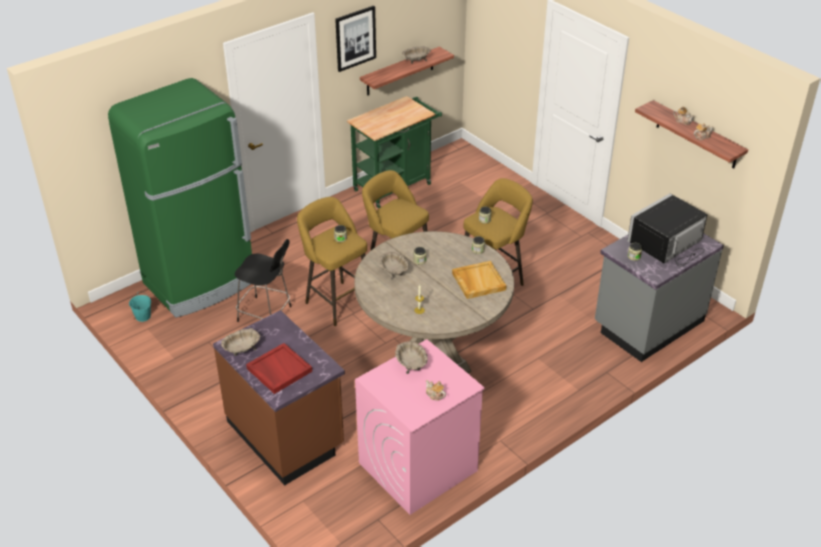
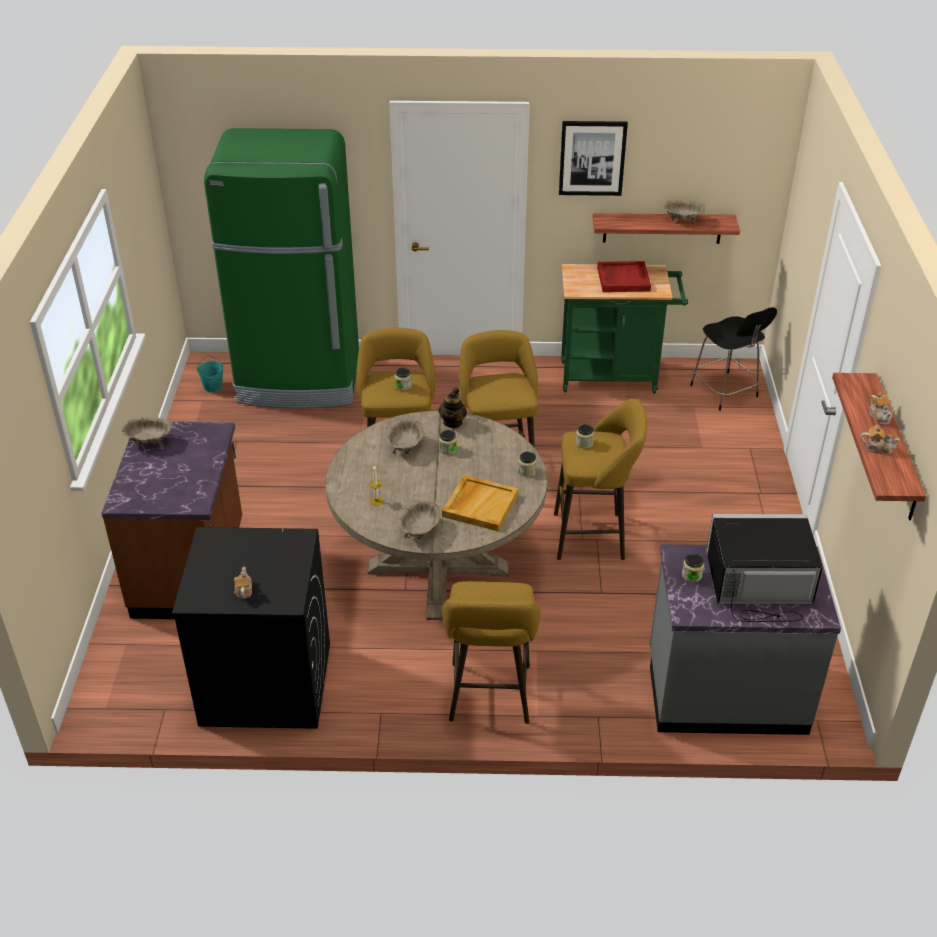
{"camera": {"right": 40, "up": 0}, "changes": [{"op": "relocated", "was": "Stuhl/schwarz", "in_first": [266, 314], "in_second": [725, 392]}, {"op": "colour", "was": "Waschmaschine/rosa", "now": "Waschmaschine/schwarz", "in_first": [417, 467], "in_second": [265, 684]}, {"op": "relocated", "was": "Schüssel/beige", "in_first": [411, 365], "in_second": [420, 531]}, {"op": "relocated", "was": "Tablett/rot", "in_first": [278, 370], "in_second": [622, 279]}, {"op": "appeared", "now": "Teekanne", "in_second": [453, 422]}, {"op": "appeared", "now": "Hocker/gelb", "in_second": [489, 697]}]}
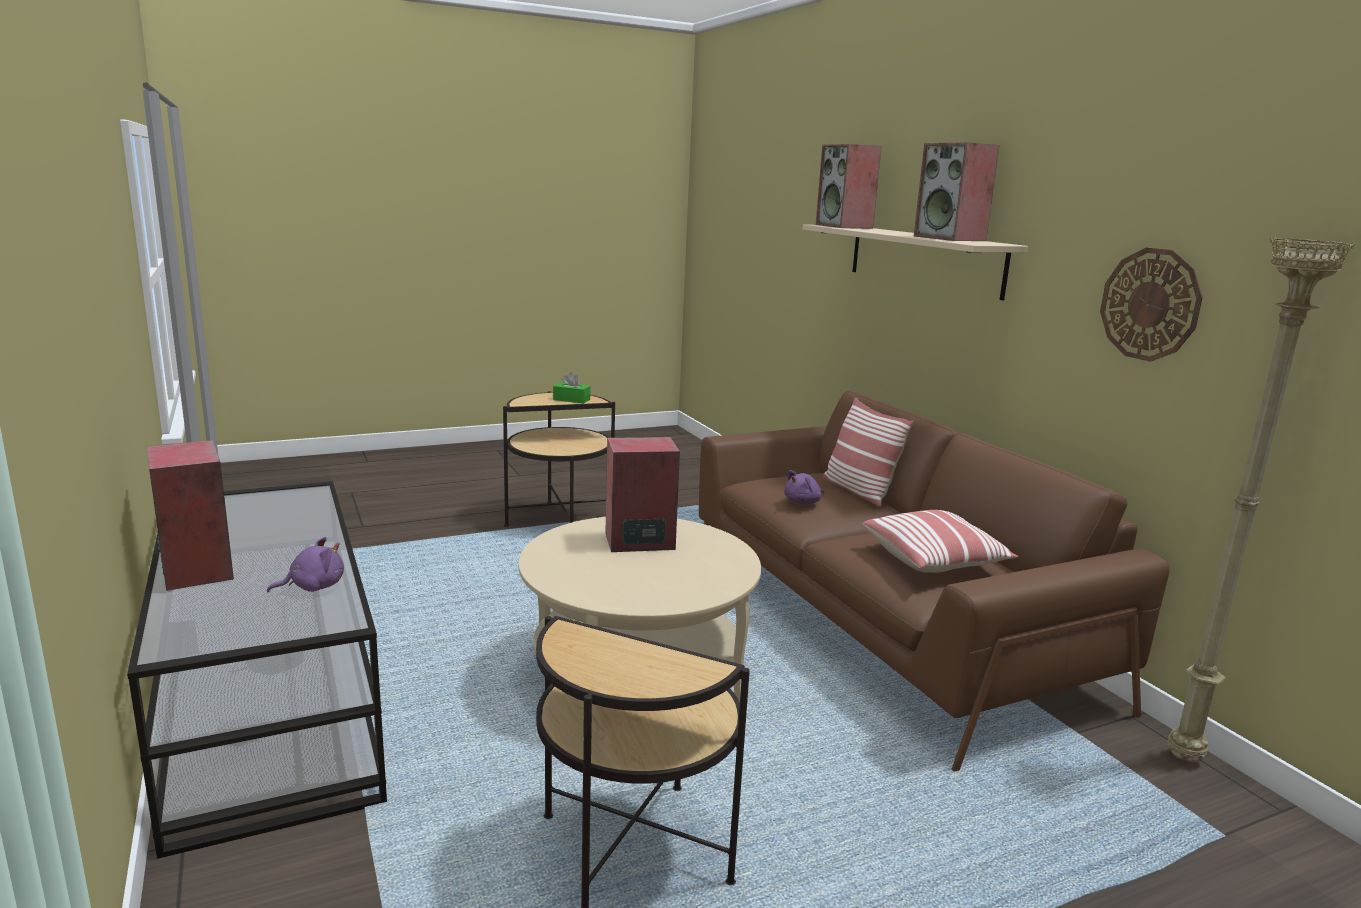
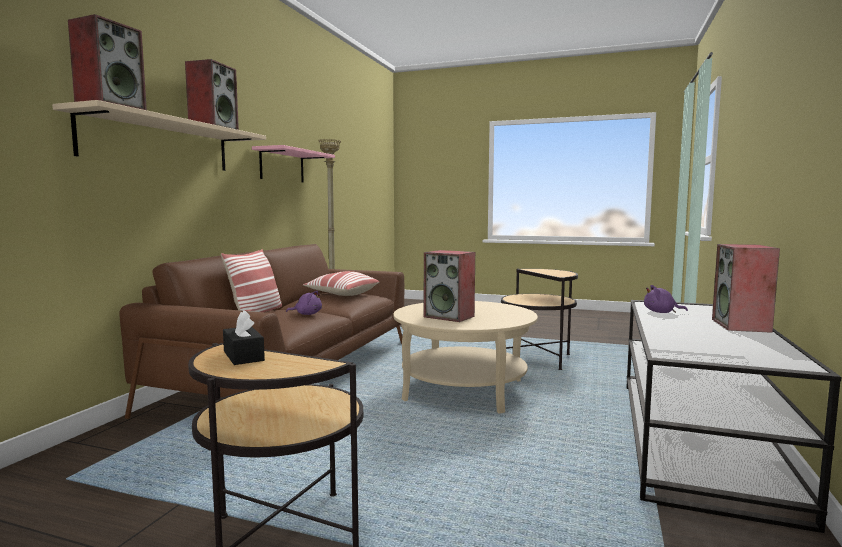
{"camera": {"right": -135, "up": -10}, "changes": [{"op": "exchanged", "was": "Wanduhr", "now": "Wandregal/rosa", "in_first": [1150, 304], "in_second": [282, 166]}, {"op": "colour", "was": "Taschentuchbox/grün", "now": "Taschentuchbox/schwarz", "in_first": [571, 399], "in_second": [243, 356]}]}
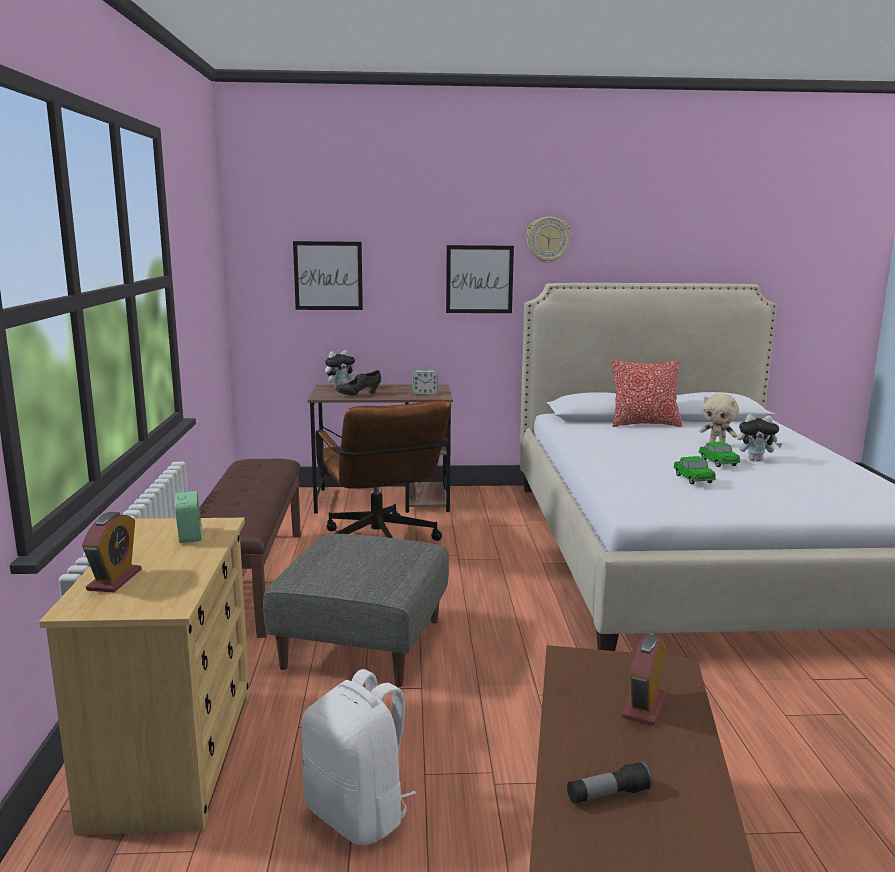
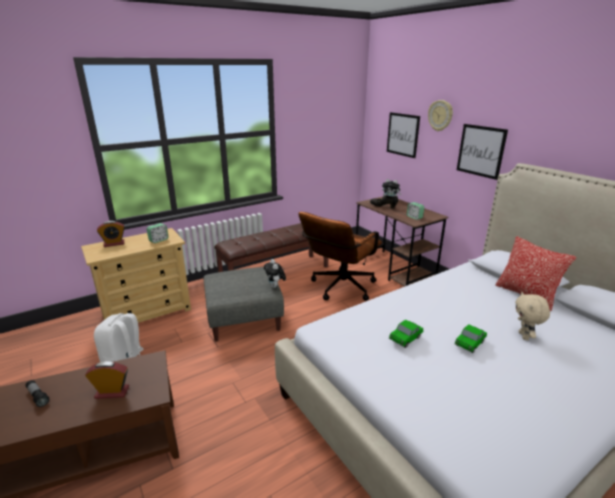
{"camera": {"right": 60, "up": 10}, "changes": [{"op": "relocated", "was": "Wanduhr", "in_first": [548, 240], "in_second": [440, 115]}, {"op": "relocated", "was": "Plüschtier", "in_first": [755, 460], "in_second": [275, 286]}]}
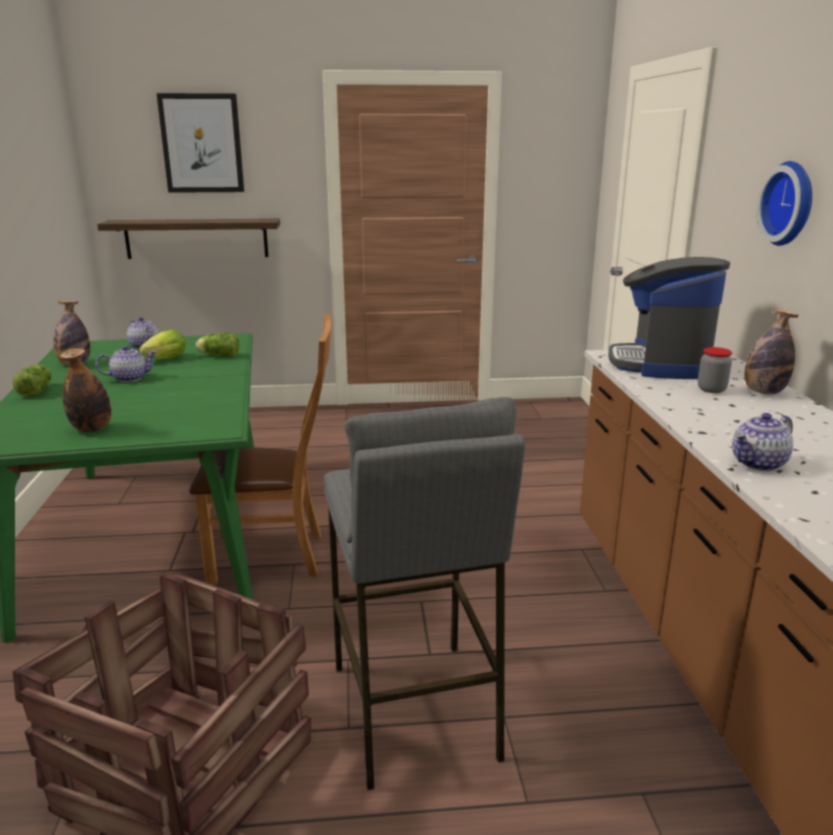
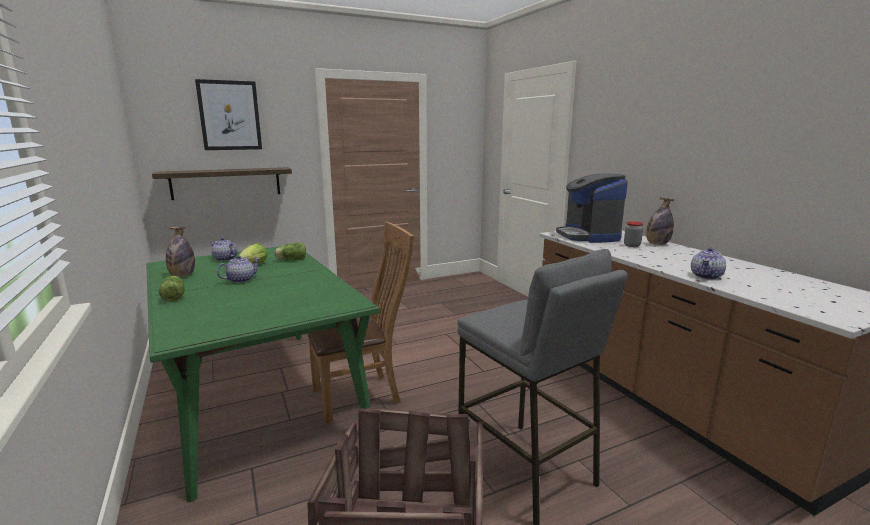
{"camera": {"right": -20, "up": -5}, "changes": [{"op": "missing", "was": "Wanduhr", "in_first": [791, 203]}, {"op": "missing", "was": "Flasche", "in_first": [92, 429]}]}
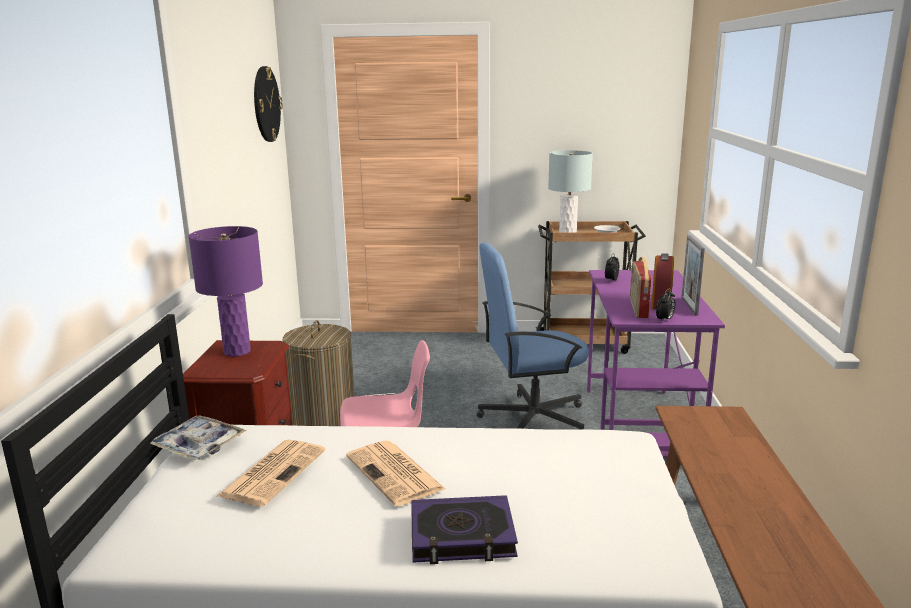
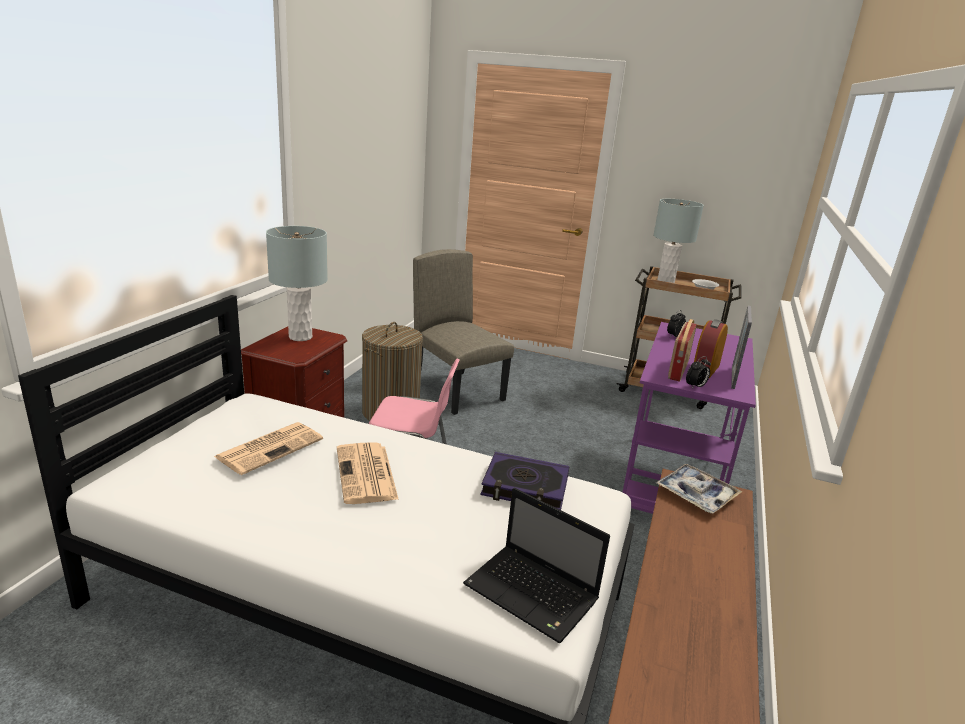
{"camera": {"right": 15, "up": 5}, "changes": [{"op": "missing", "was": "Wanduhr", "in_first": [266, 104]}, {"op": "colour", "was": "Tischlampe/lila", "now": "Tischlampe/grau", "in_first": [237, 351], "in_second": [301, 337]}, {"op": "missing", "was": "Bürostuhl/blau", "in_first": [532, 419]}, {"op": "relocated", "was": "Tablett", "in_first": [198, 445], "in_second": [696, 494]}, {"op": "relocated", "was": "Buch", "in_first": [462, 536], "in_second": [525, 487]}, {"op": "appeared", "now": "Stuhl/beige", "in_second": [458, 392]}, {"op": "appeared", "now": "Laptop", "in_second": [533, 594]}]}
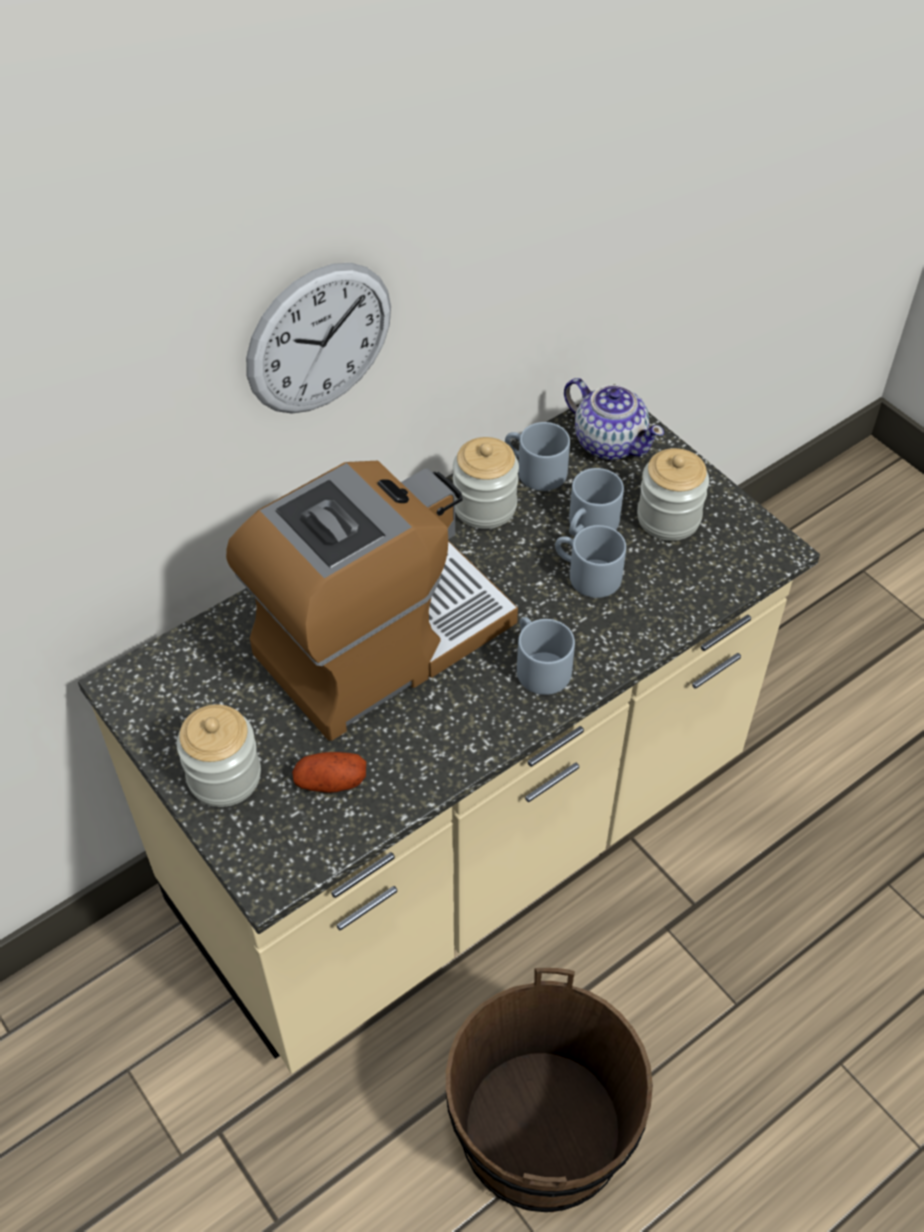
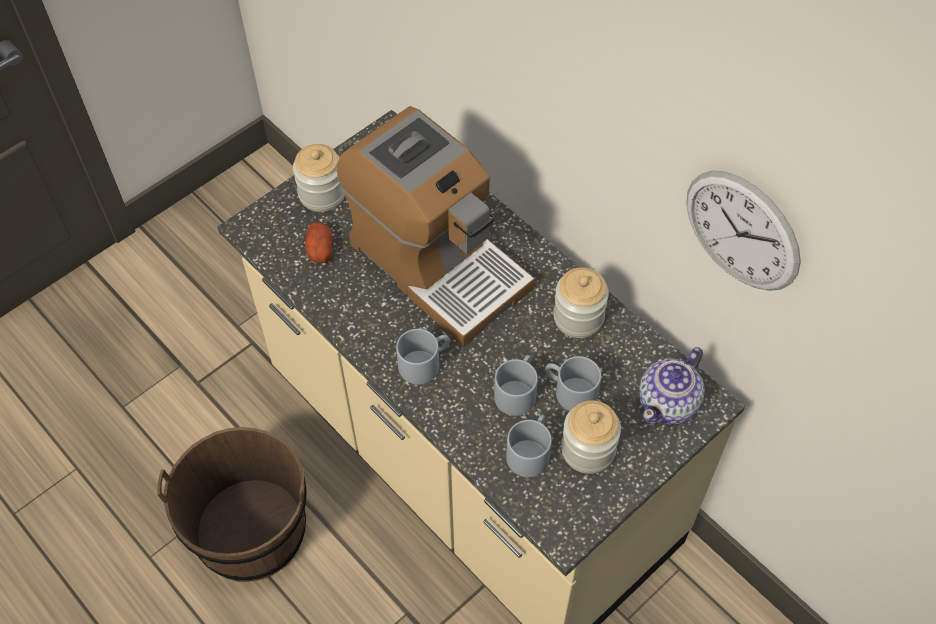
{"camera": {"right": 85, "up": 5}, "changes": [{"op": "relocated", "was": "Wanduhr", "in_first": [319, 339], "in_second": [742, 231]}, {"op": "relocated", "was": "Henkelbecher/grau", "in_first": [534, 470], "in_second": [530, 451]}]}
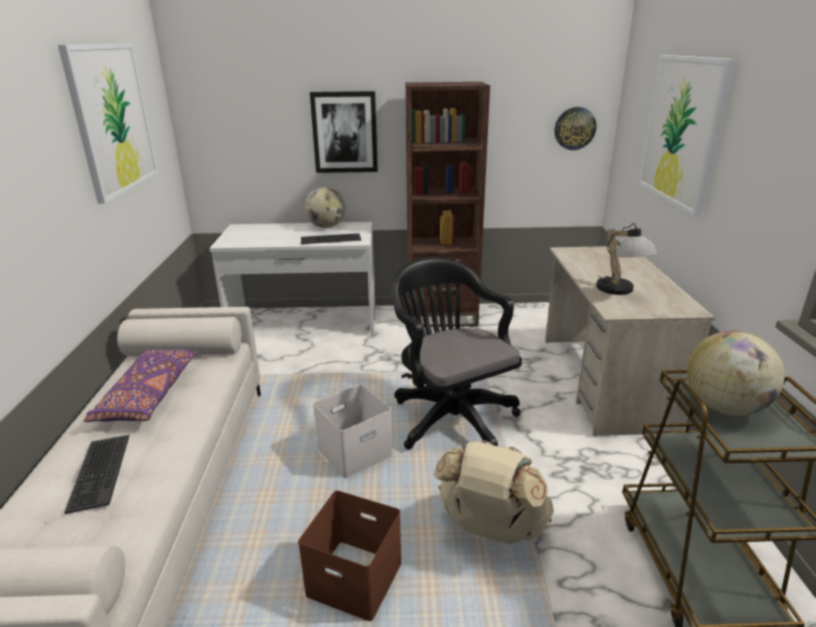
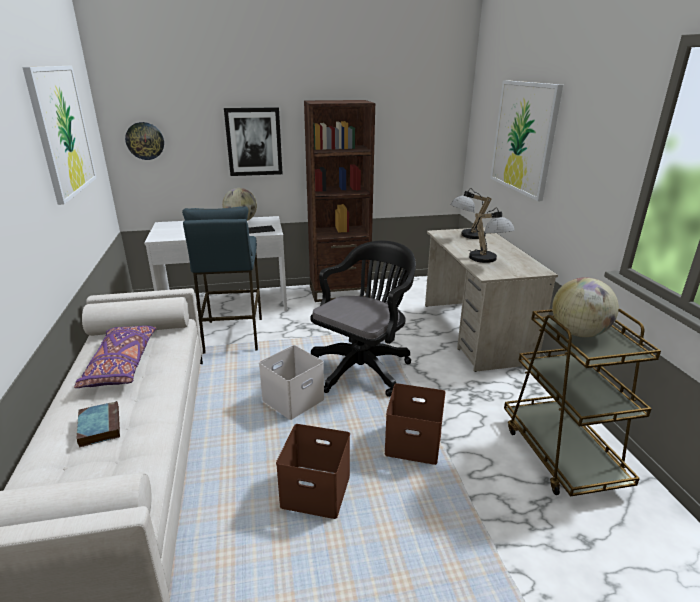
{"camera": {"right": -10, "up": 0}, "changes": [{"op": "relocated", "was": "Wanduhr", "in_first": [574, 128], "in_second": [145, 141]}, {"op": "spun", "was": "Bürostuhl/schwarz", "in_first": [450, 416], "in_second": [363, 367], "clockwise": 75}, {"op": "exchanged", "was": "Tastatur", "now": "Buch", "in_first": [98, 472], "in_second": [99, 426]}, {"op": "exchanged", "was": "Rucksack/beige", "now": "Aufbewahrungsbox/braun", "in_first": [491, 528], "in_second": [412, 444]}, {"op": "appeared", "now": "Tischlampe", "in_second": [467, 236]}, {"op": "appeared", "now": "Hocker/blau", "in_second": [232, 335]}]}
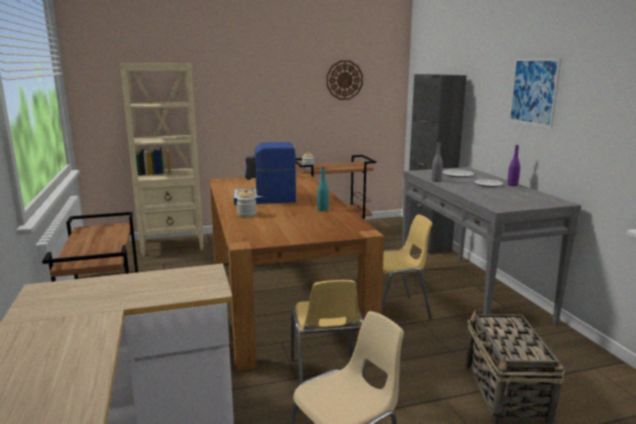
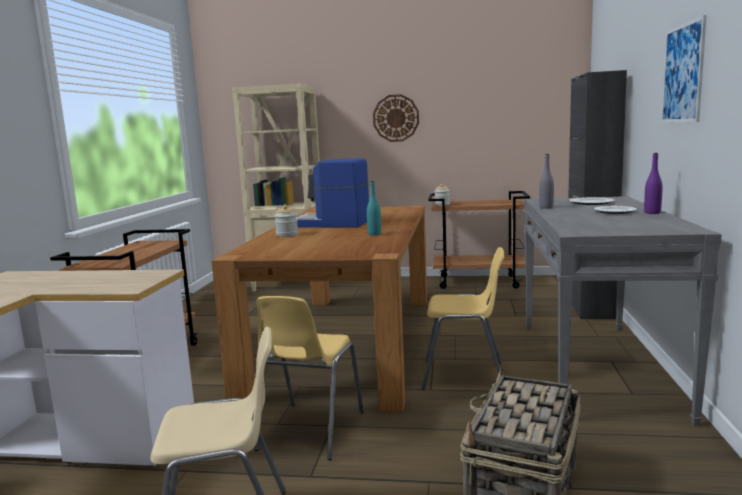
{"camera": {"right": 25, "up": -5}, "changes": [{"op": "relocated", "was": "Wanduhr", "in_first": [344, 80], "in_second": [396, 118]}]}
